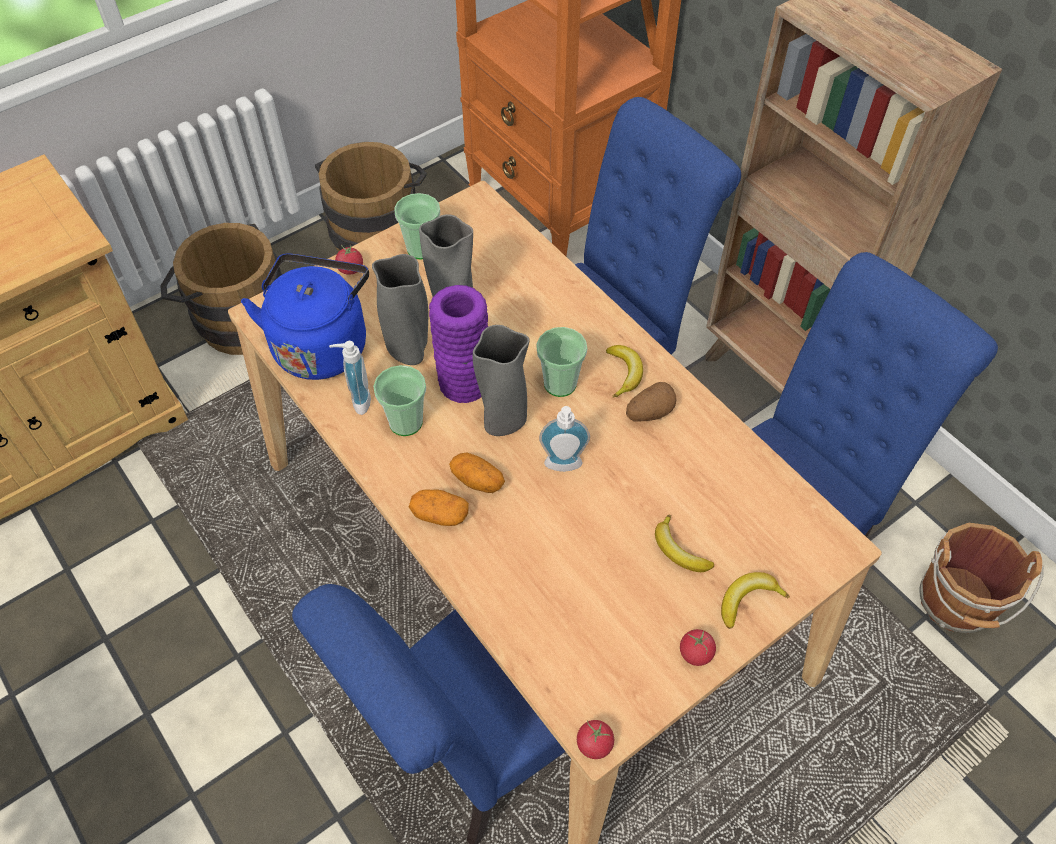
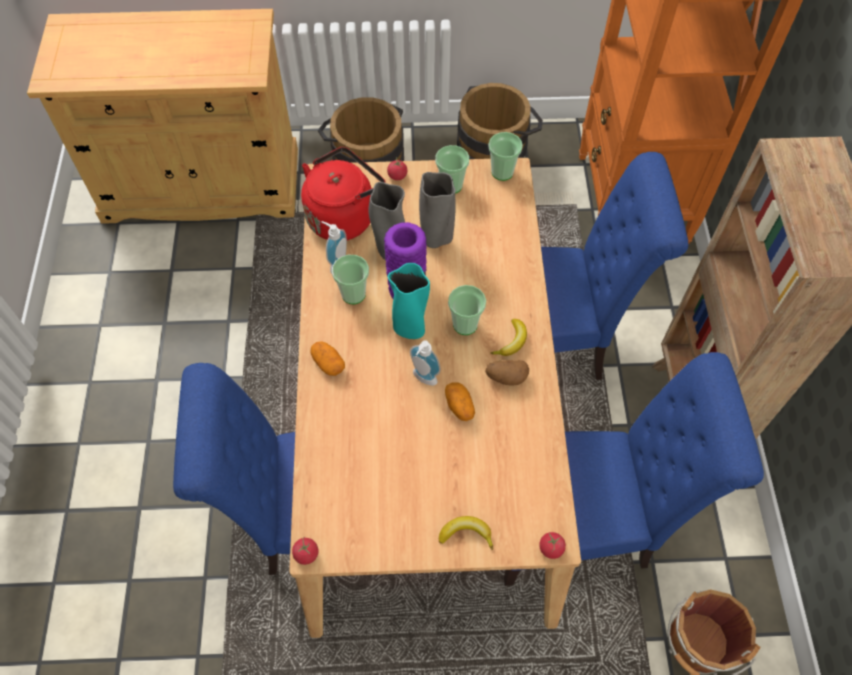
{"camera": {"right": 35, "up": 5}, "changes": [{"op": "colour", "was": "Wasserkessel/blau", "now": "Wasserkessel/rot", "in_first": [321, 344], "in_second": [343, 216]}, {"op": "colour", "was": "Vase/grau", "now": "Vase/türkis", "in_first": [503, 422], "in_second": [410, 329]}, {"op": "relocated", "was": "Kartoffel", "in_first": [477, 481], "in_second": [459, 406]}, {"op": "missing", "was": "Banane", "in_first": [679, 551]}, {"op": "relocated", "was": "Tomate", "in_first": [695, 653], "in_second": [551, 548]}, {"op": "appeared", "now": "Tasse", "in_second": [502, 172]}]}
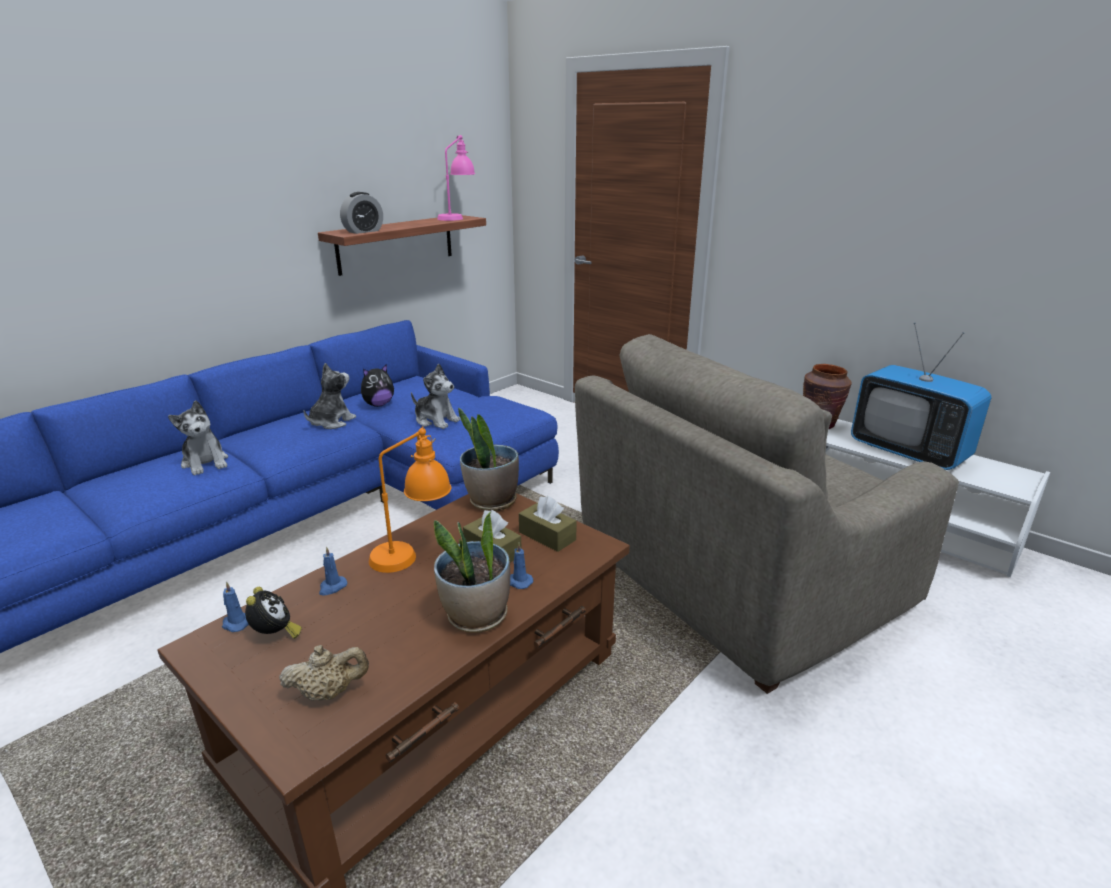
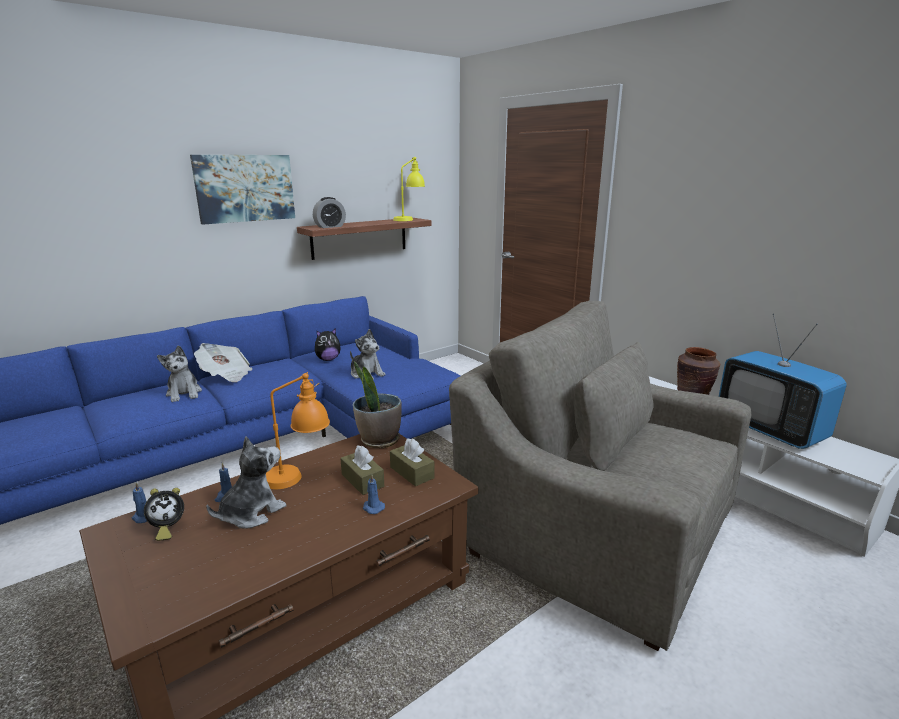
{"camera": {"right": 10, "up": -5}, "changes": [{"op": "colour", "was": "Tischlampe/rosa", "now": "Tischlampe/gelb", "in_first": [457, 217], "in_second": [409, 219]}, {"op": "spun", "was": "Sessel/grau", "in_first": [736, 580], "in_second": [595, 530], "clockwise": 60}, {"op": "relocated", "was": "Plüschtier", "in_first": [331, 422], "in_second": [251, 513]}, {"op": "missing", "was": "Topfpflanze", "in_first": [476, 616]}, {"op": "spun", "was": "Wecker", "in_first": [275, 635], "in_second": [167, 529], "clockwise": 60}, {"op": "missing", "was": "Teekanne/beige", "in_first": [329, 692]}, {"op": "appeared", "now": "Bild", "in_second": [245, 188]}, {"op": "appeared", "now": "Zeitung", "in_second": [225, 375]}]}
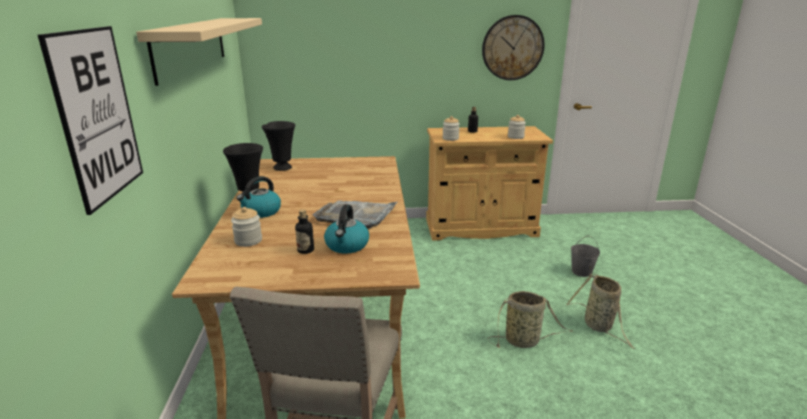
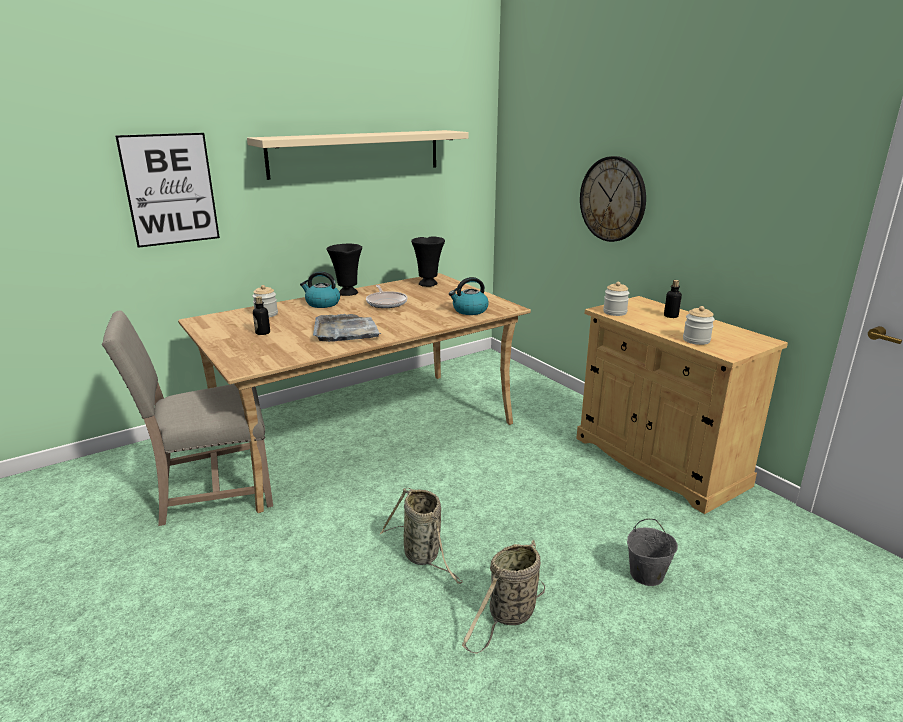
{"camera": {"right": 60, "up": 0}, "changes": [{"op": "relocated", "was": "Wanduhr", "in_first": [512, 48], "in_second": [612, 199]}, {"op": "relocated", "was": "Wasserkessel", "in_first": [347, 246], "in_second": [469, 310]}, {"op": "appeared", "now": "Pfanne", "in_second": [386, 302]}]}
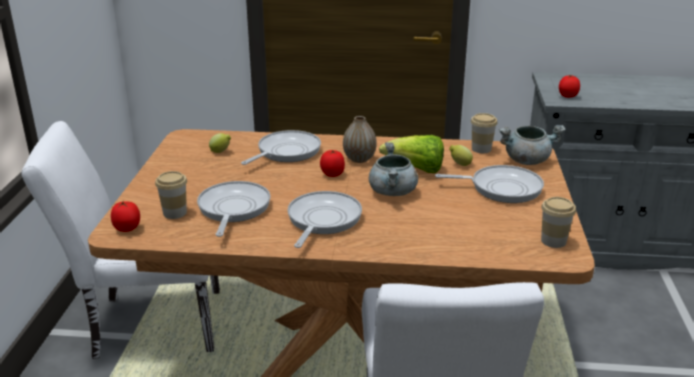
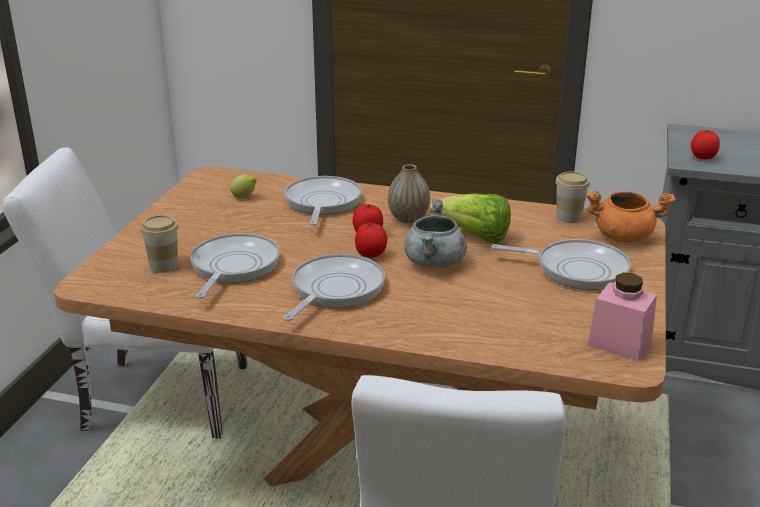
{"camera": {"right": 10, "up": 0}, "changes": [{"op": "colour", "was": "Kochtopf/grau", "now": "Kochtopf/orange", "in_first": [527, 160], "in_second": [623, 236]}, {"op": "spun", "was": "Pfanne", "in_first": [286, 152], "in_second": [322, 203], "clockwise": -45}, {"op": "missing", "was": "Zitrone", "in_first": [460, 164]}, {"op": "exchanged", "was": "Tasse", "now": "Vorratsglas/rosa", "in_first": [553, 241], "in_second": [619, 343]}, {"op": "relocated", "was": "Tomate", "in_first": [127, 229], "in_second": [371, 255]}]}
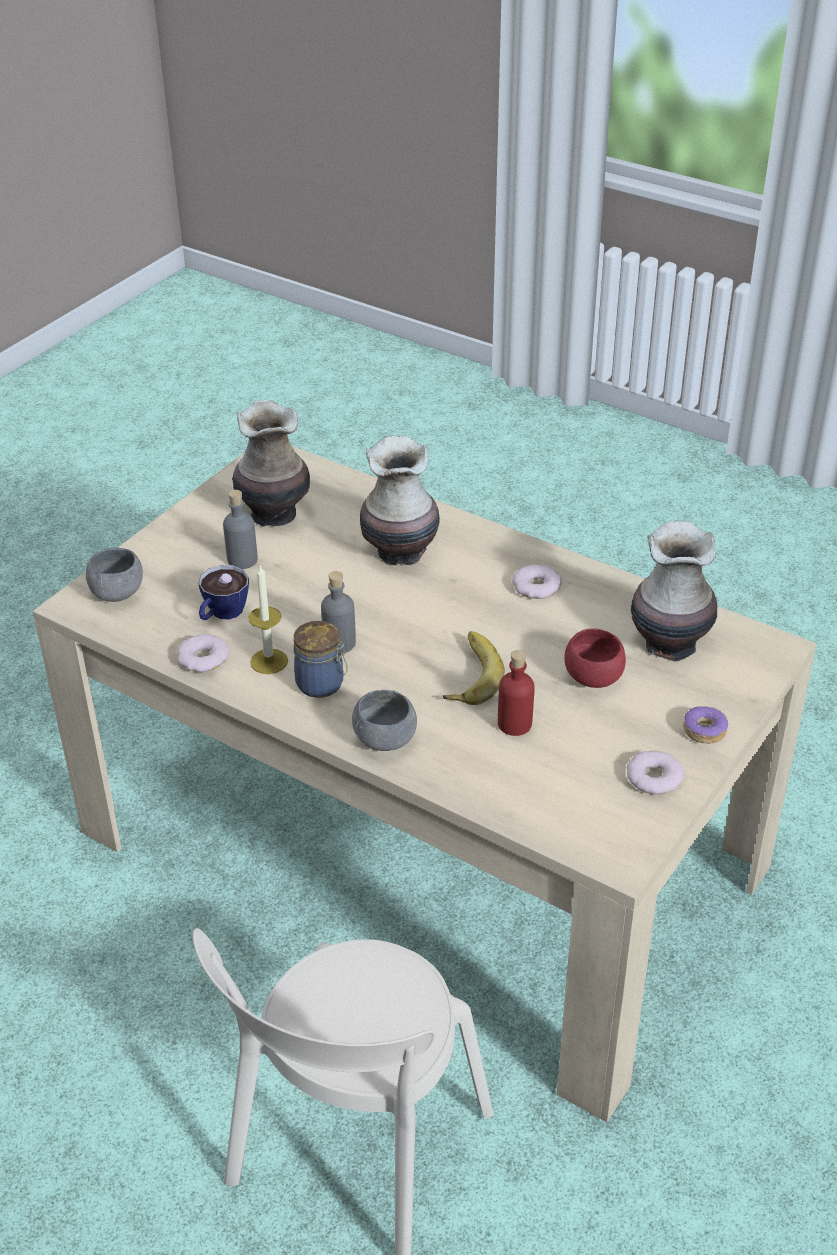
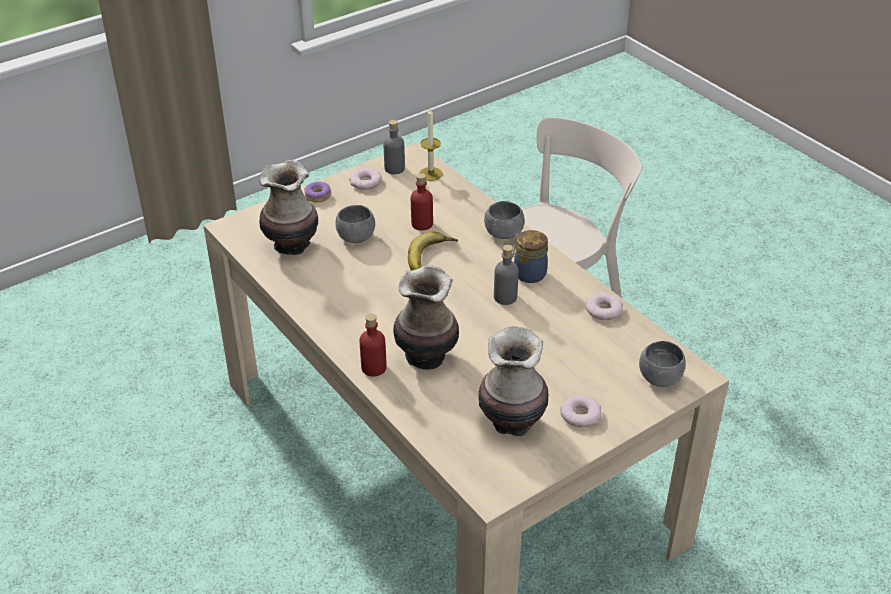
{"camera": {"right": -160, "up": 0}, "changes": [{"op": "relocated", "was": "Flasche/grau", "in_first": [242, 560], "in_second": [394, 168]}, {"op": "relocated", "was": "Donut", "in_first": [536, 586], "in_second": [580, 414]}, {"op": "missing", "was": "Tasse", "in_first": [222, 614]}, {"op": "relocated", "was": "Kerze", "in_first": [269, 661], "in_second": [430, 174]}, {"op": "colour", "was": "Schüssel/rot", "now": "Schüssel/grau", "in_first": [593, 677], "in_second": [356, 237]}, {"op": "appeared", "now": "Flasche/rot", "in_second": [373, 368]}]}
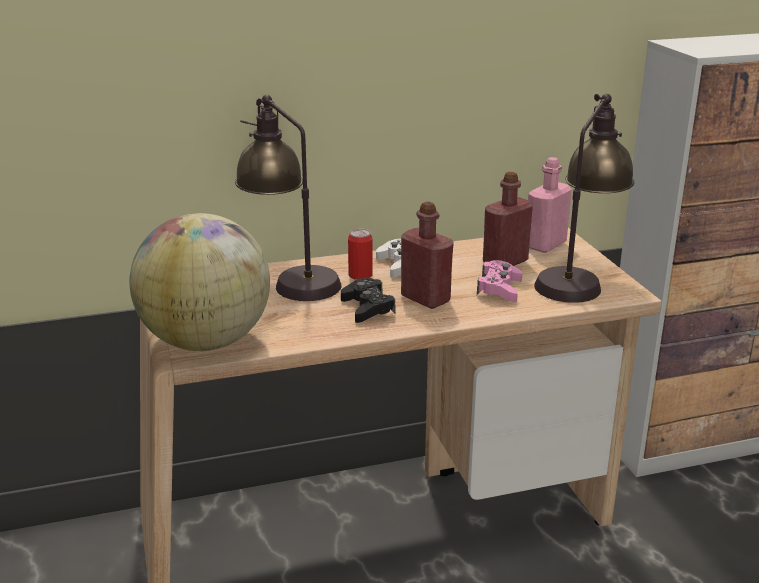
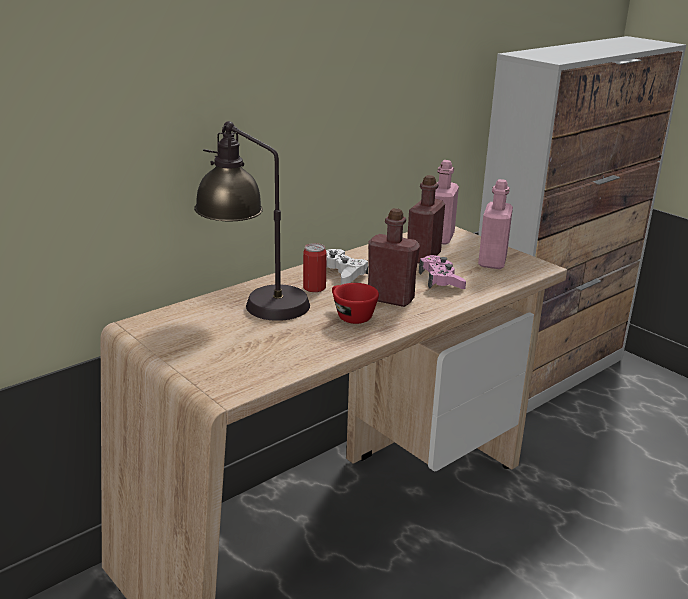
{"camera": {"right": -25, "up": 0}, "changes": [{"op": "exchanged", "was": "Tischlampe", "now": "Flasche/rosa", "in_first": [578, 278], "in_second": [492, 261]}, {"op": "missing", "was": "Globus", "in_first": [206, 342]}, {"op": "exchanged", "was": "Gamepad/schwarz", "now": "Tasse/rot", "in_first": [367, 308], "in_second": [350, 316]}]}
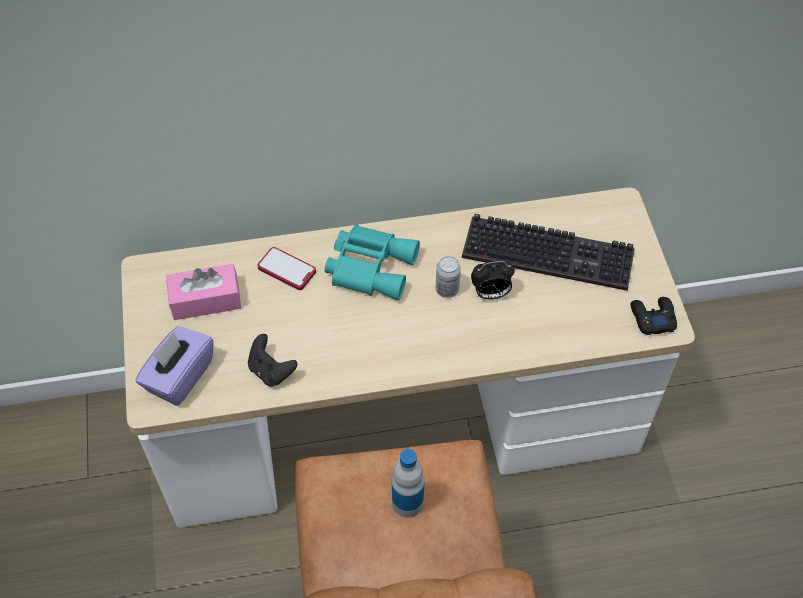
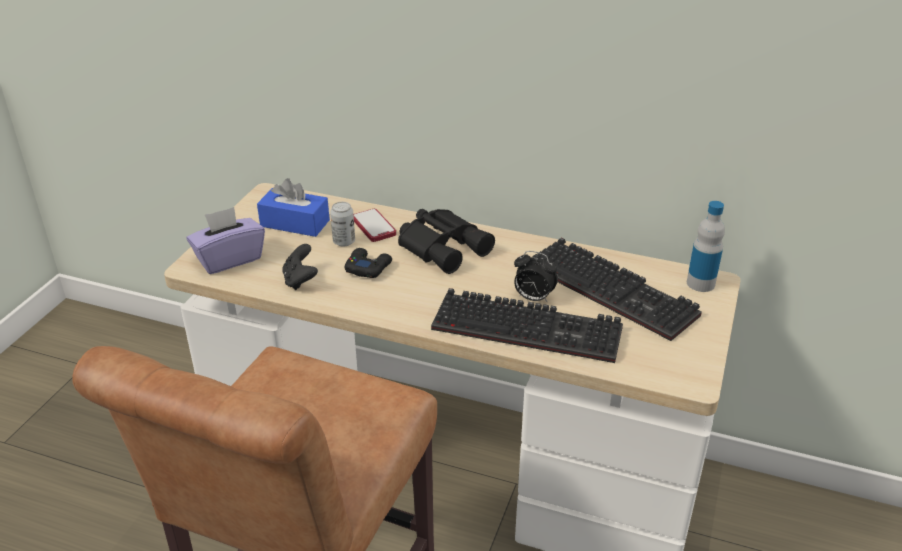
{"camera": {"right": 30, "up": -20}, "changes": [{"op": "colour", "was": "Fernglas/türkis", "now": "Fernglas/schwarz", "in_first": [370, 266], "in_second": [444, 246]}, {"op": "relocated", "was": "Dose", "in_first": [447, 289], "in_second": [344, 241]}, {"op": "colour", "was": "Taschentuchbox/rosa", "now": "Taschentuchbox/blau", "in_first": [206, 300], "in_second": [295, 223]}, {"op": "relocated", "was": "Gamepad/schwarz", "in_first": [652, 318], "in_second": [368, 267]}, {"op": "relocated", "was": "Flasche", "in_first": [407, 502], "in_second": [700, 283]}, {"op": "appeared", "now": "Tastatur", "in_second": [530, 327]}]}
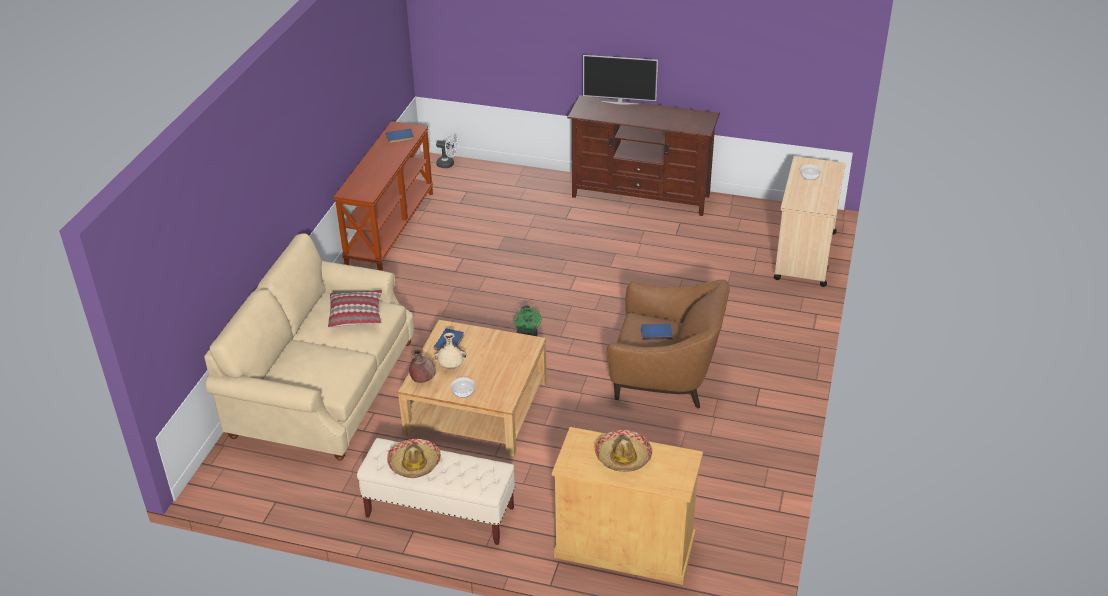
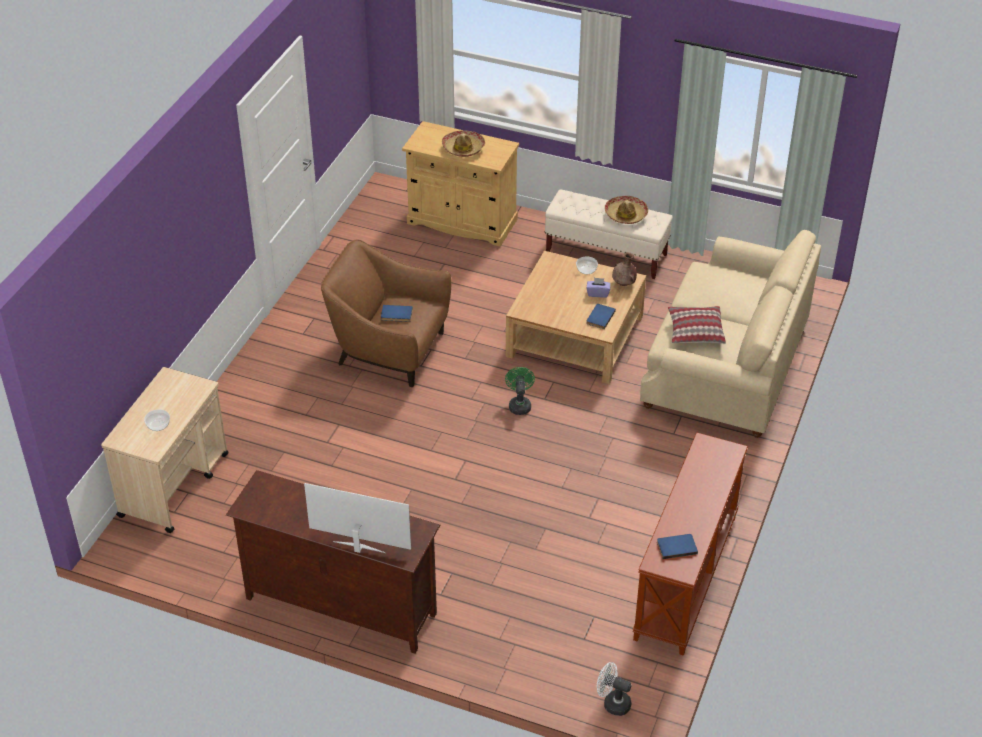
{"camera": {"right": -175, "up": 5}, "changes": [{"op": "exchanged", "was": "Vase/beige", "now": "Taschentuchbox/lila", "in_first": [451, 367], "in_second": [598, 293]}]}
